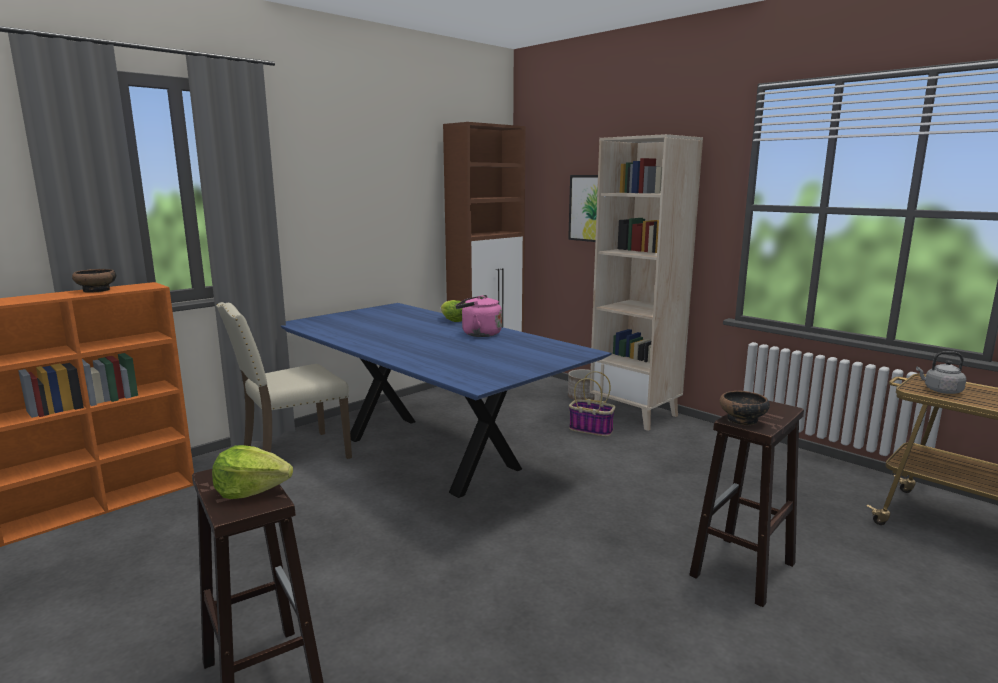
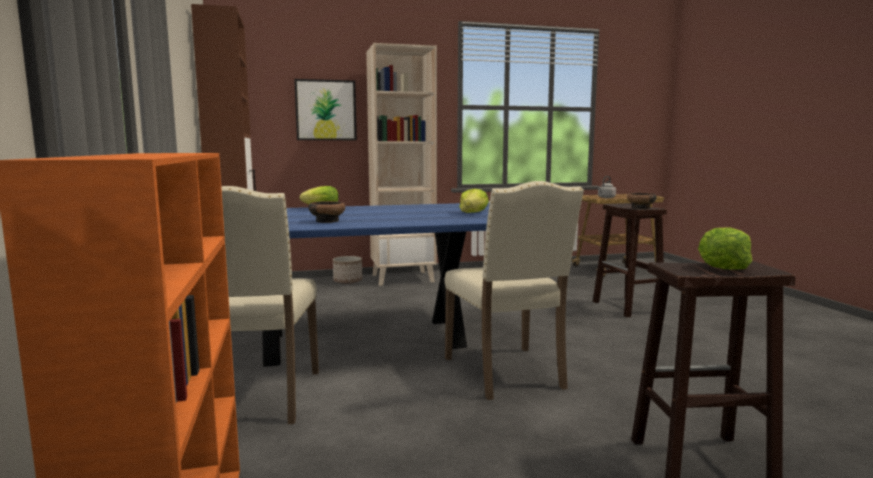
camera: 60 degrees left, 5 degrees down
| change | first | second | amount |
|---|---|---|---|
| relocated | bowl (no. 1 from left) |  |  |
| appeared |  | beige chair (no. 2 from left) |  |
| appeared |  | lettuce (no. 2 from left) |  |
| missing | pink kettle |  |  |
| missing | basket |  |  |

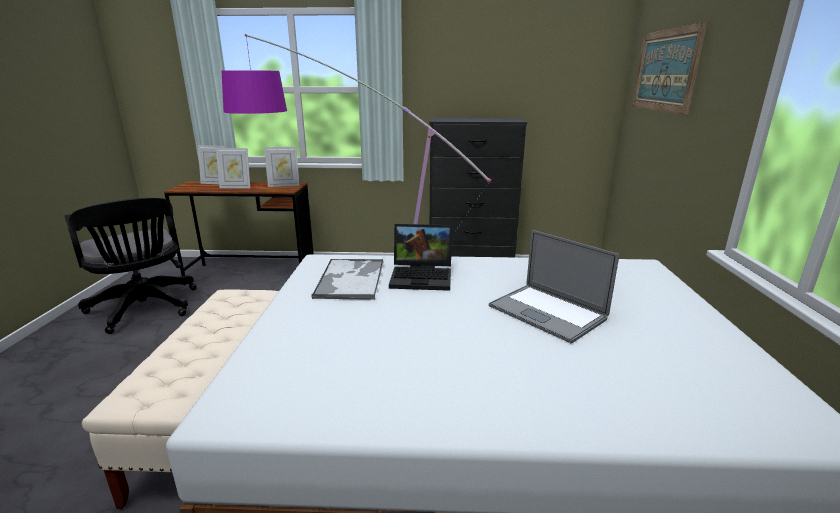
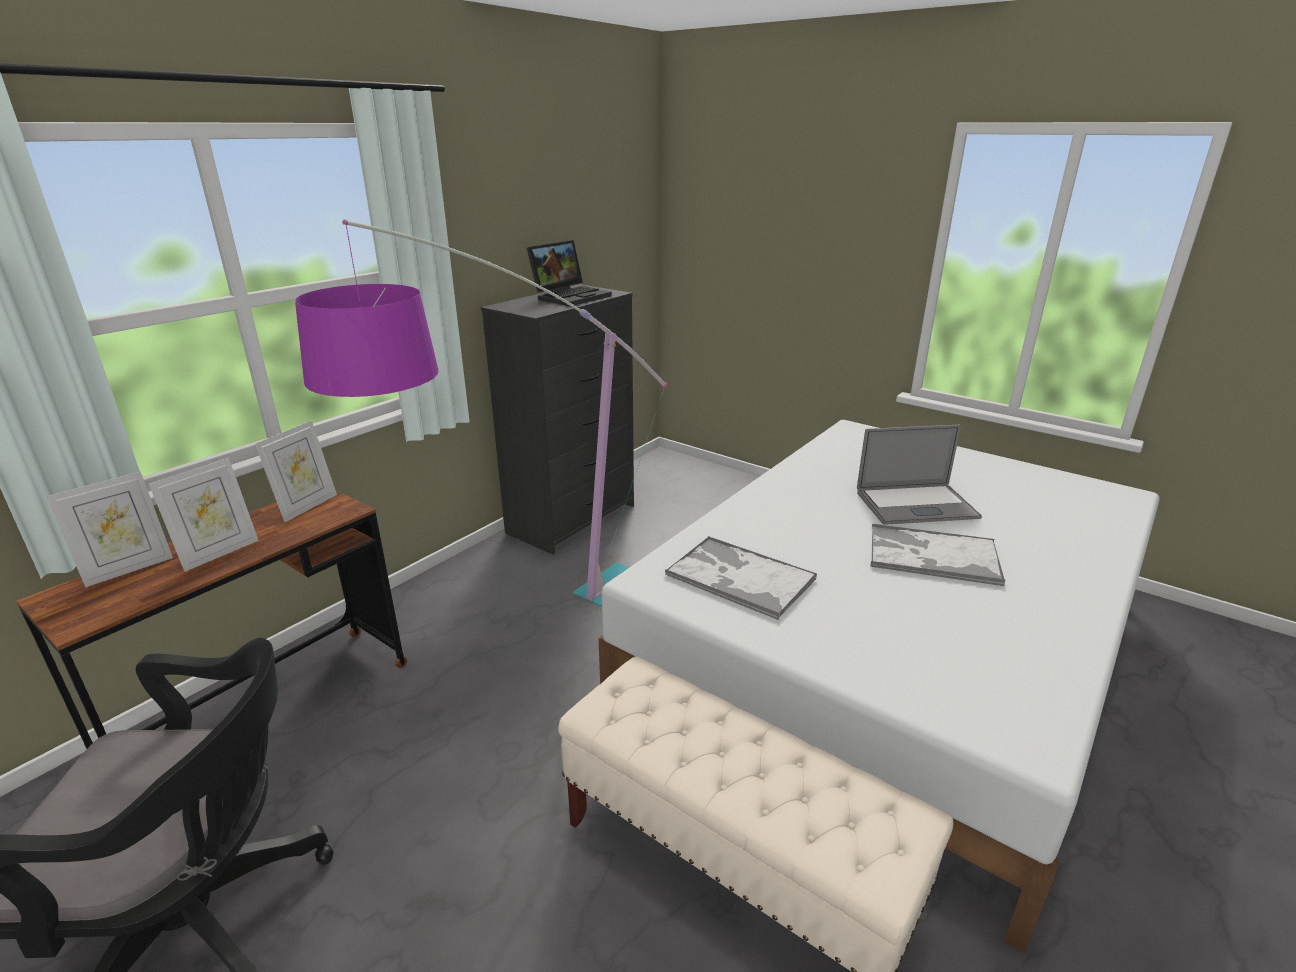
camera: 55 degrees left, 5 degrees up
| change | first | second | amount |
|---|---|---|---|
| relocated | laptop (no. 1 from left) |  |  |
| appeared |  | tray (no. 2 from left) |  |
| missing | picture |  |  |

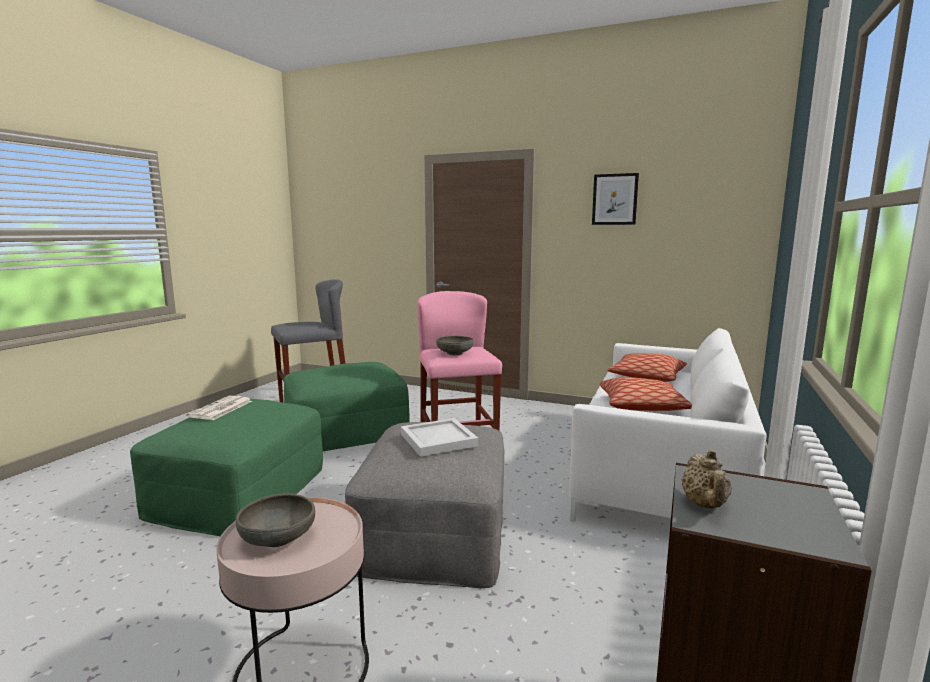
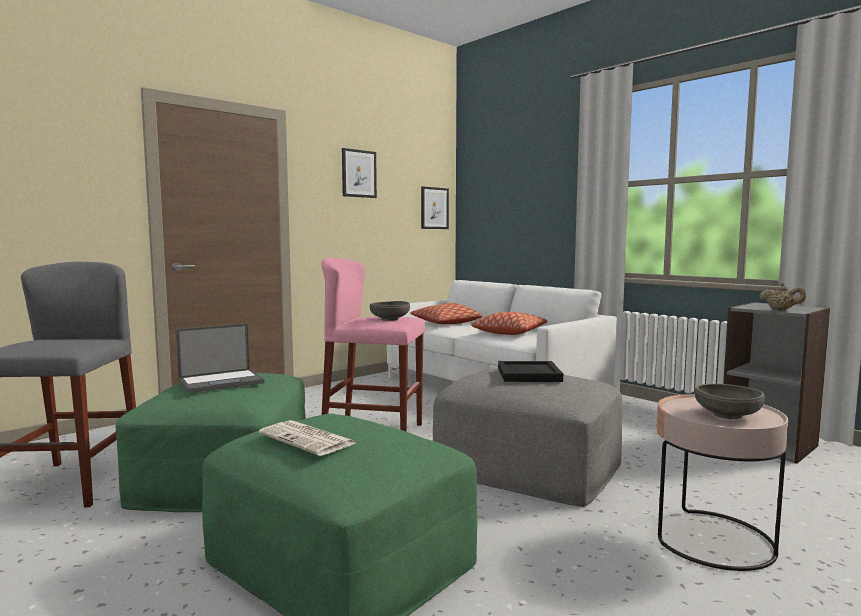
camera: 65 degrees left, 5 degrees down
| change | first | second | amount |
|---|---|---|---|
| appeared |  | laptop |  |
| appeared |  | picture (no. 2 from left) |  |
| colour | white tray | black tray |  |

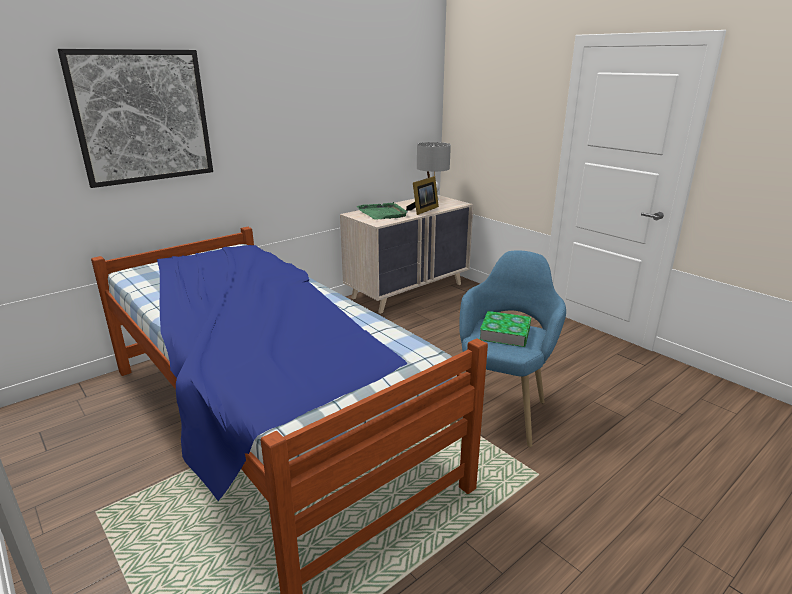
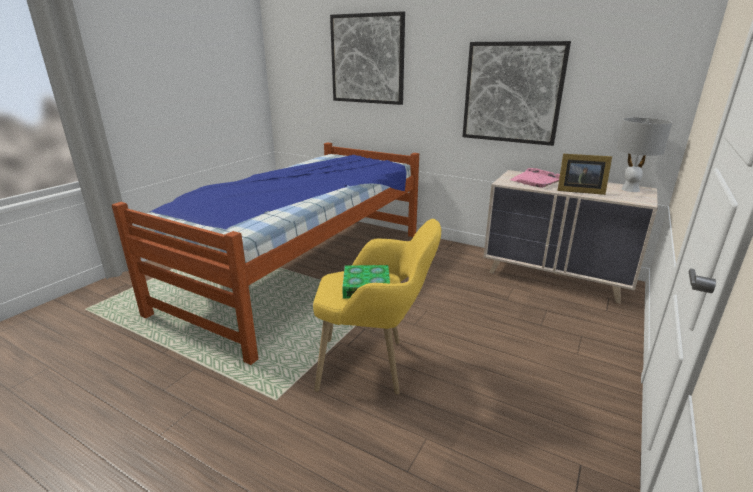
camera: 70 degrees right, 0 degrees up
| change | first | second | amount |
|---|---|---|---|
| colour | blue armchair | yellow armchair |  |
| appeared |  | picture (no. 2 from left) |  |
| colour | green tray | pink tray |  |

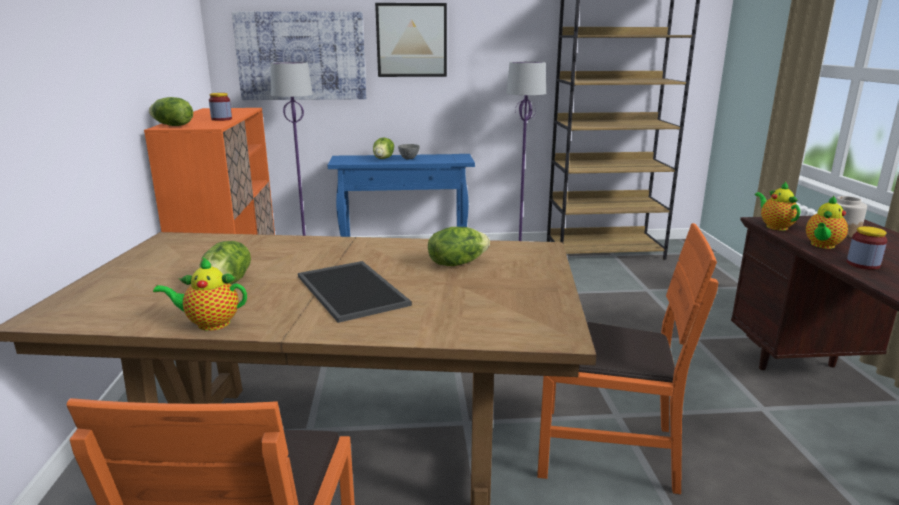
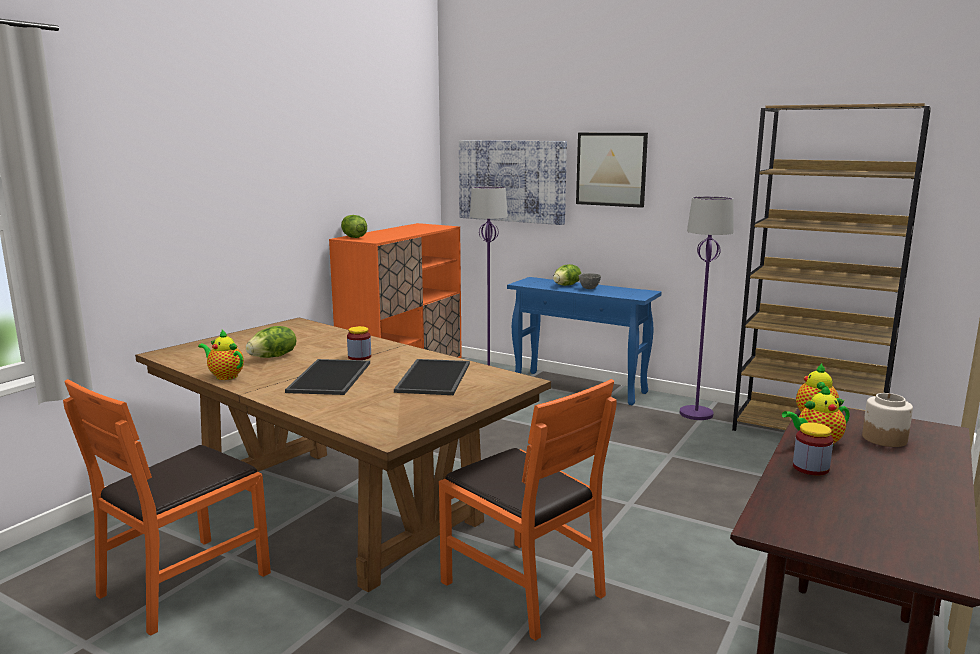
camera: 35 degrees right, 5 degrees down
| change | first | second | amount |
|---|---|---|---|
| relocated | jar (no. 1 from left) |  |  |
| exchanged | lettuce (no. 4 from left) | tray (no. 2 from left) |  |

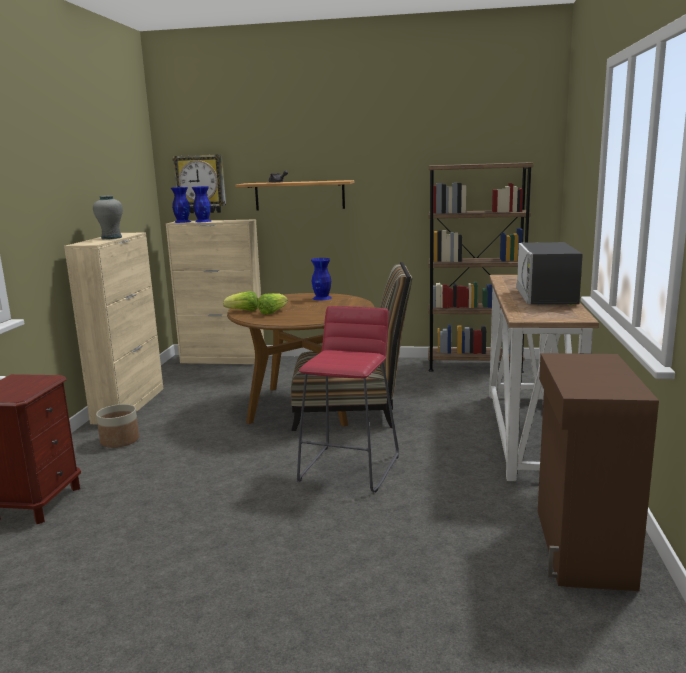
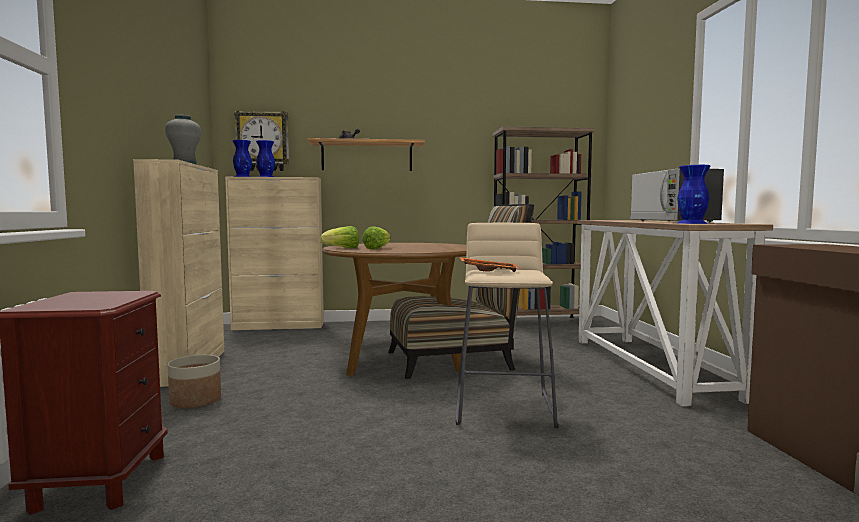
camera: 15 degrees left, 10 degrees down
| change | first | second | amount |
|---|---|---|---|
| colour | red stool | beige stool |  |
| appeared |  | orange tray |  |
| relocated | blue vase (no. 3 from left) |  |  |

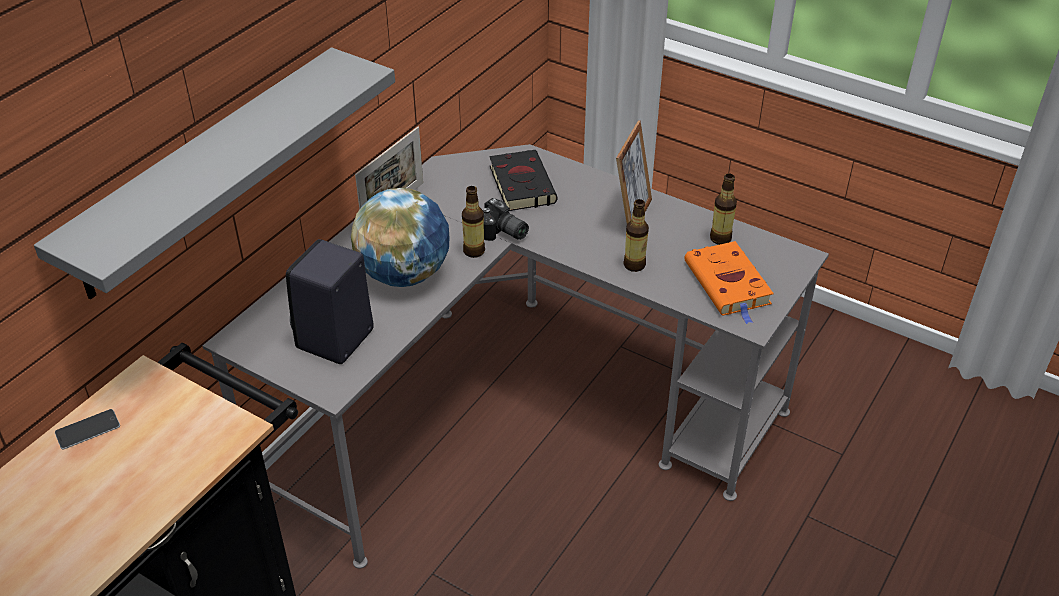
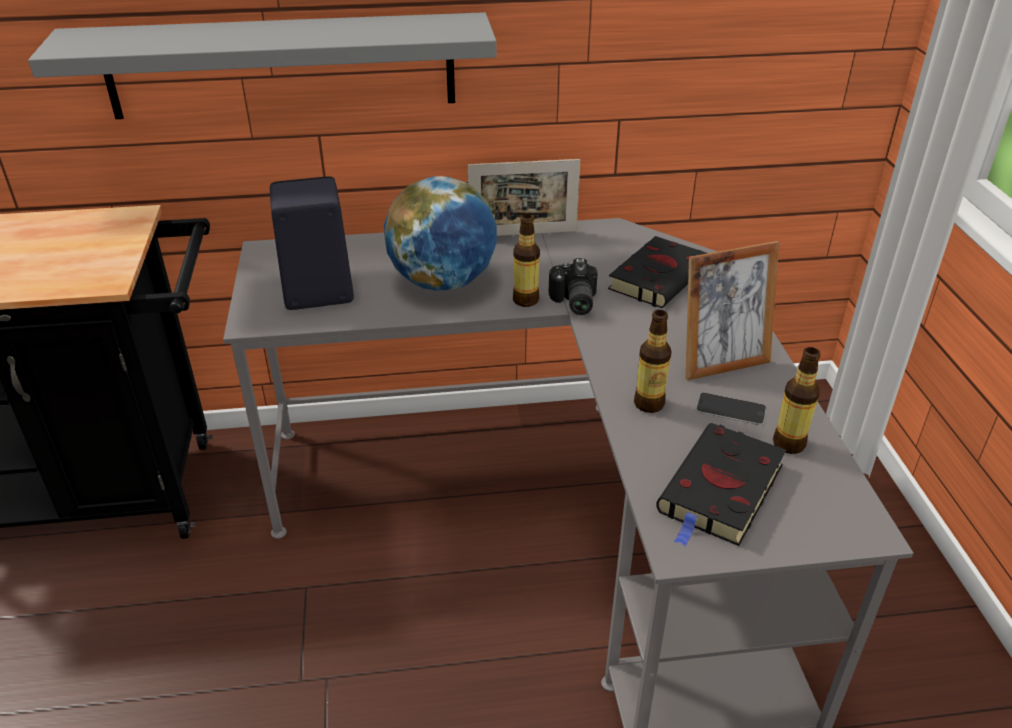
camera: 50 degrees right, 5 degrees down
| change | first | second | amount |
|---|---|---|---|
| colour | orange book | black book (no. 2 from left) |  |
| relocated | phone |  |  |

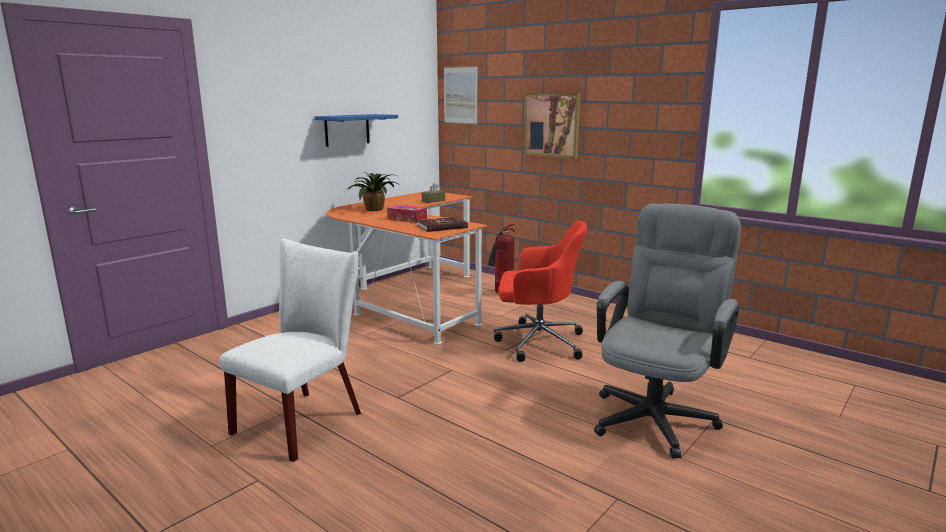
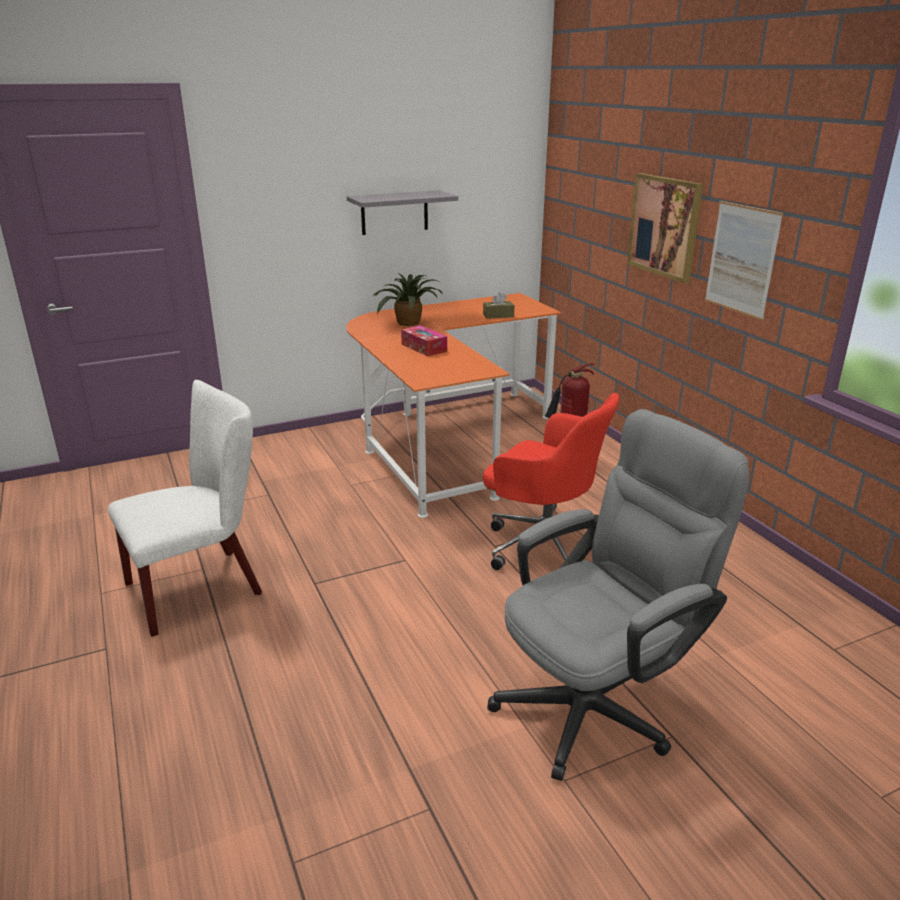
camera: 25 degrees right, 10 degrees up
| change | first | second | amount |
|---|---|---|---|
| colour | blue shelf | grey shelf |  |
| relocated | picture (no. 1 from left in the first image) | picture (no. 2 from left) |  |
| missing | red book |  |  |

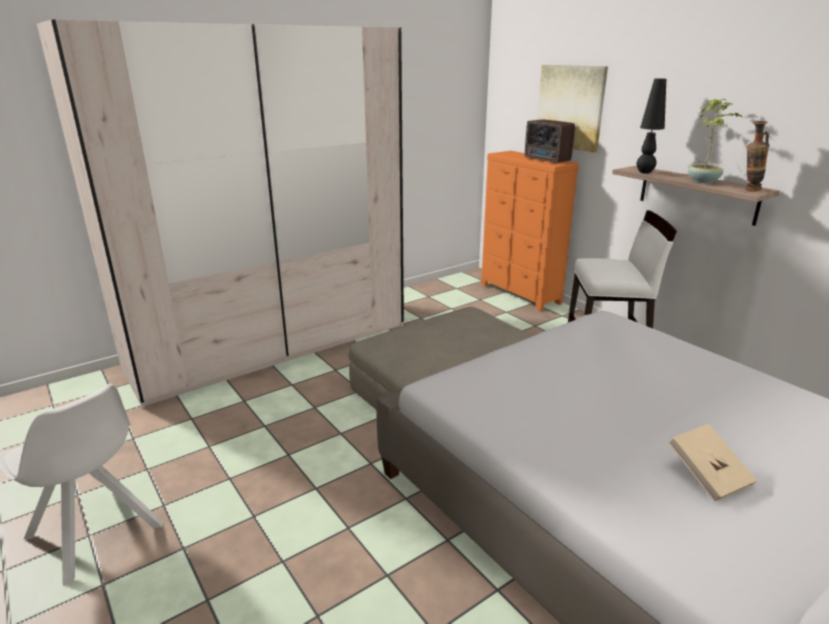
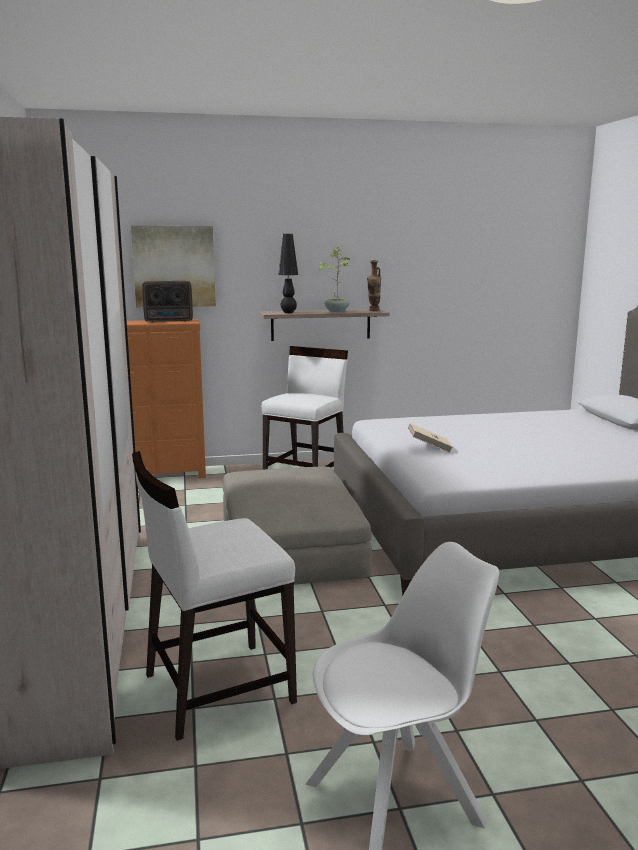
camera: 65 degrees left, 10 degrees down
| change | first | second | amount |
|---|---|---|---|
| appeared |  | white chair (no. 1 from left) |  |
| relocated | beige book |  |  |

